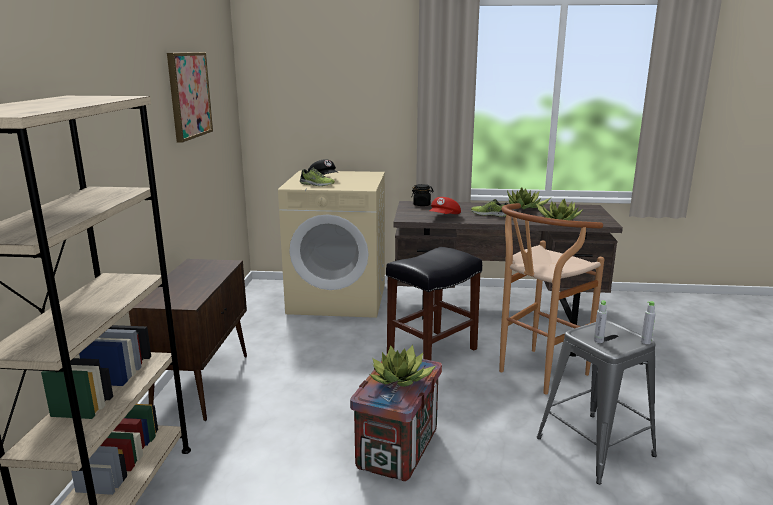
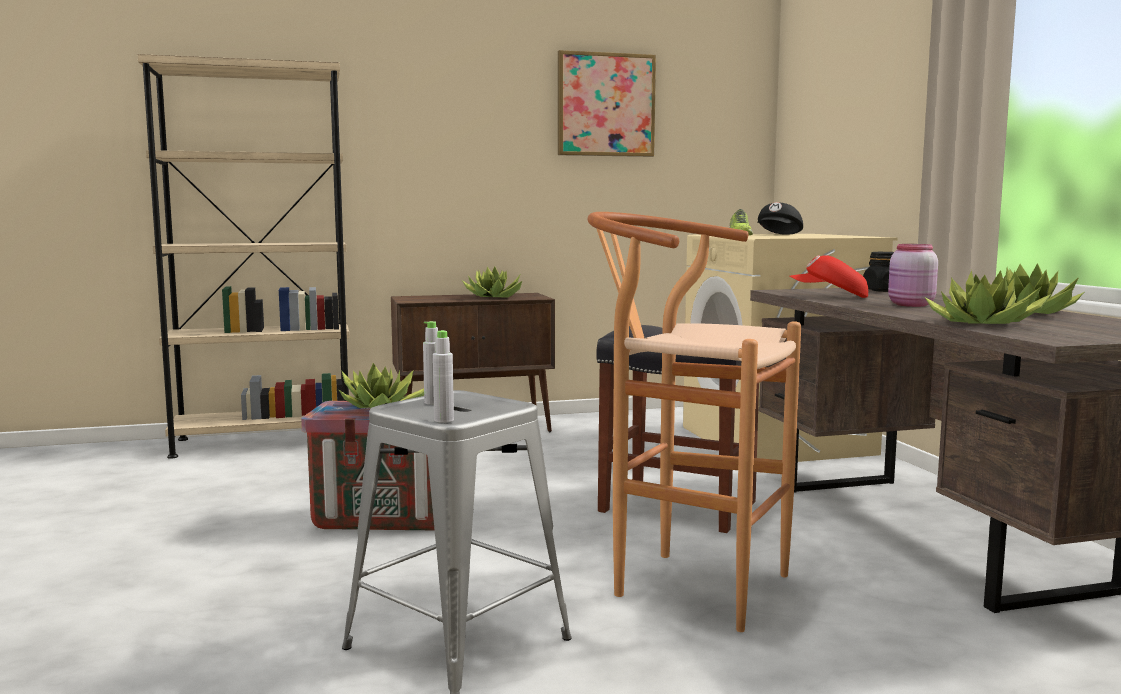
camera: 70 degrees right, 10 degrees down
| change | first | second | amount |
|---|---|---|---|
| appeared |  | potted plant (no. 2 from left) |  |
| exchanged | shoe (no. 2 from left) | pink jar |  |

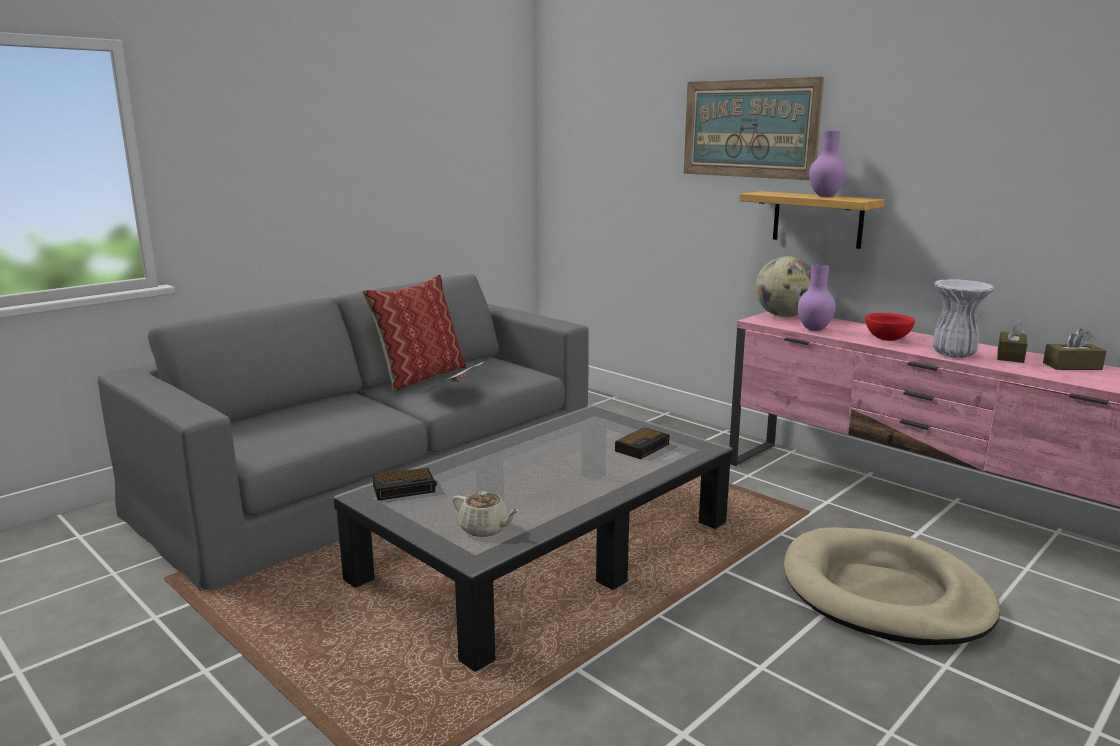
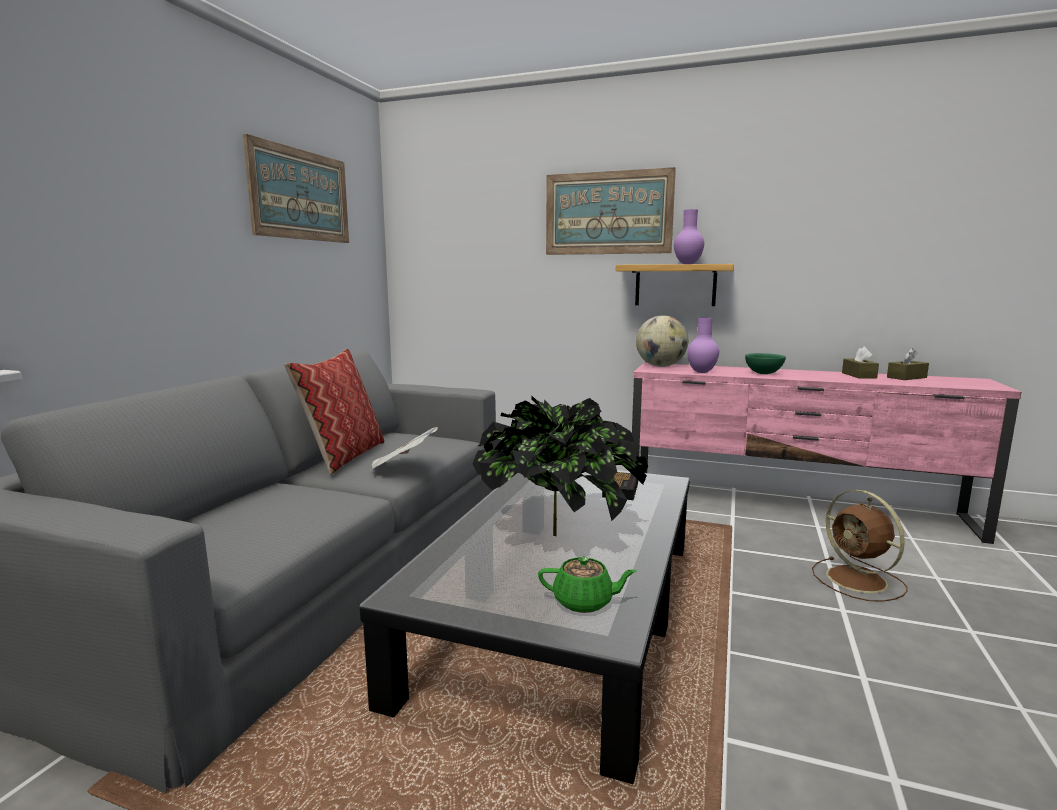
camera: 25 degrees left, 5 degrees down
| change | first | second | amount |
|---|---|---|---|
| appeared |  | picture (no. 1 from left) |  |
| appeared |  | potted plant |  |
| colour | beige teapot | green teapot |  |
| colour | red bowl | green bowl |  |
| exchanged | beige dog bed | brown fan |  |
| missing | alarm clock (no. 1 from left) |  |  |
| missing | white vase |  |  |

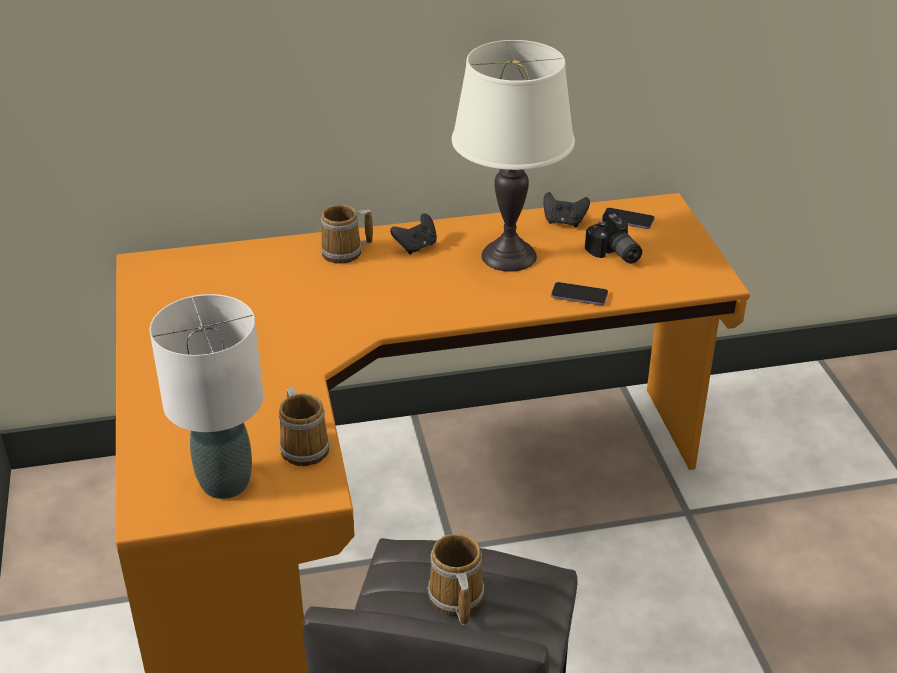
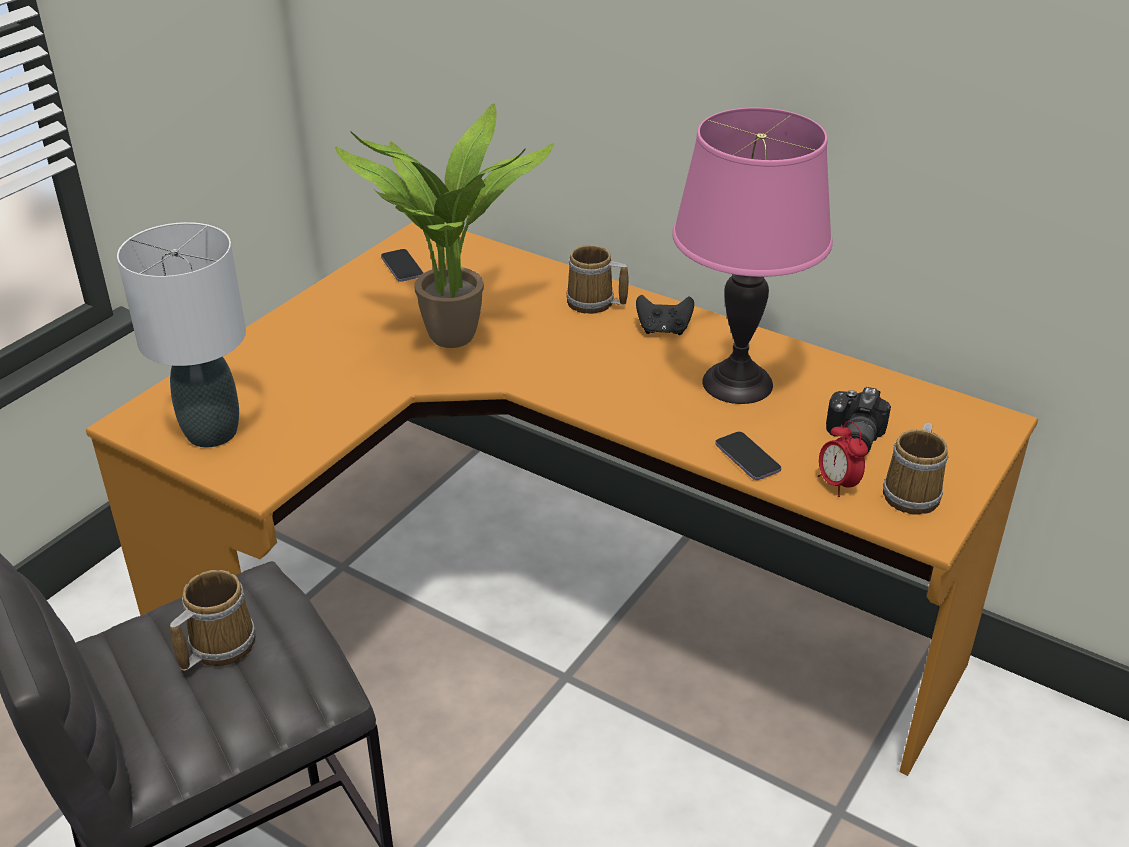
camera: 45 degrees right, 0 degrees up
| change | first | second | amount |
|---|---|---|---|
| appeared |  | potted plant |  |
| relocated | phone (no. 2 from left in the first image) | phone (no. 1 from left) |  |
| colour | white table lamp (no. 2 from left) | pink table lamp |  |
| appeared |  | alarm clock |  |
| relocated | mug (no. 1 from left in the first image) | mug (no. 3 from left) |  |
| missing | black game controller (no. 2 from left) |  |  |

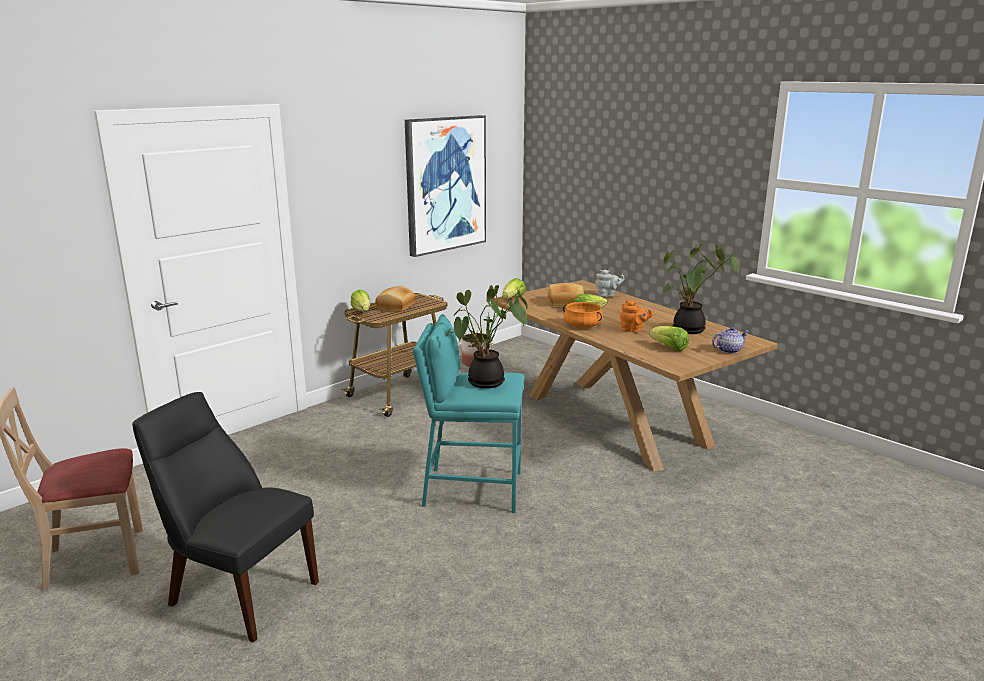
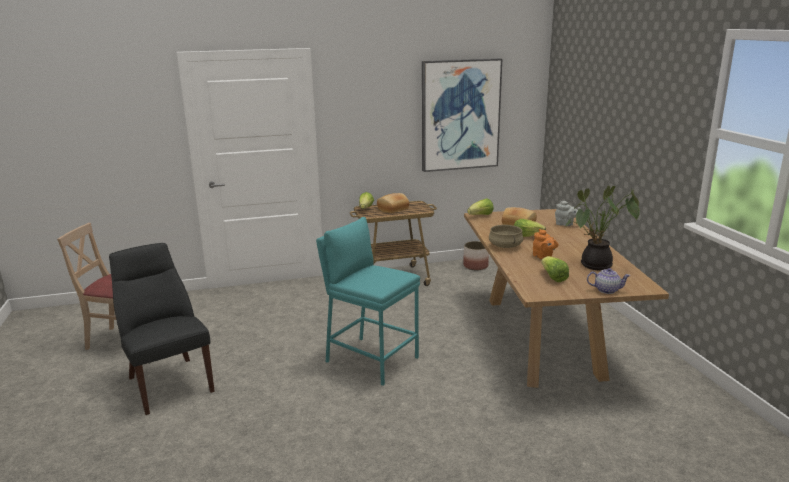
camera: 30 degrees right, 0 degrees up
| change | first | second | amount |
|---|---|---|---|
| colour | orange cooking pot | beige cooking pot |  |
| missing | potted plant (no. 1 from left) |  |  |

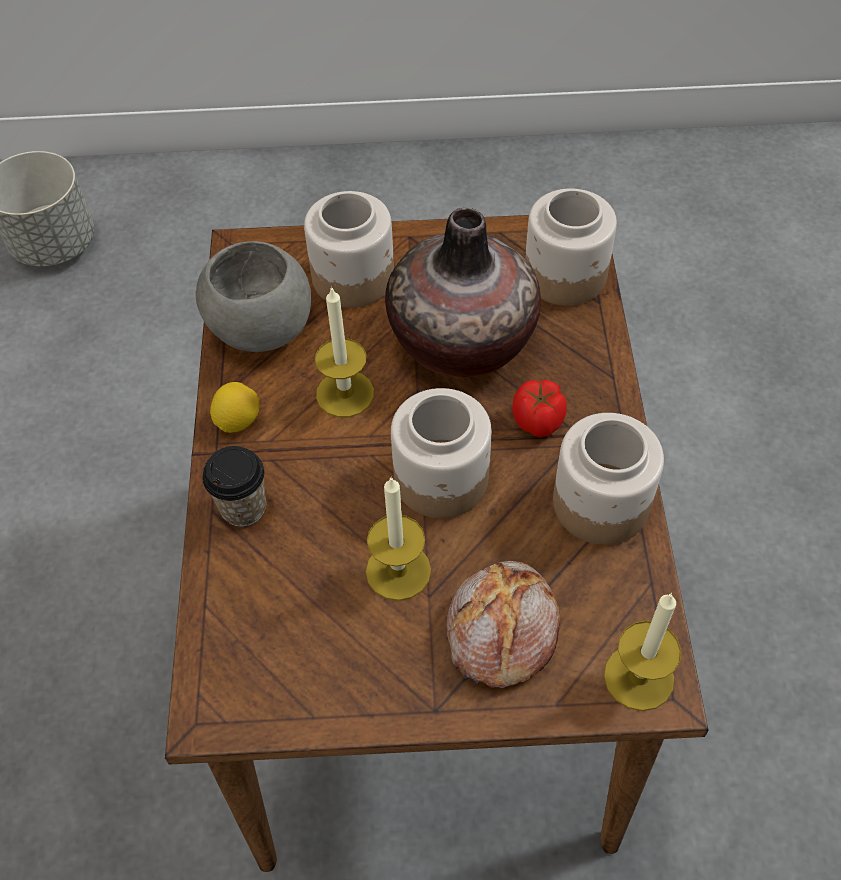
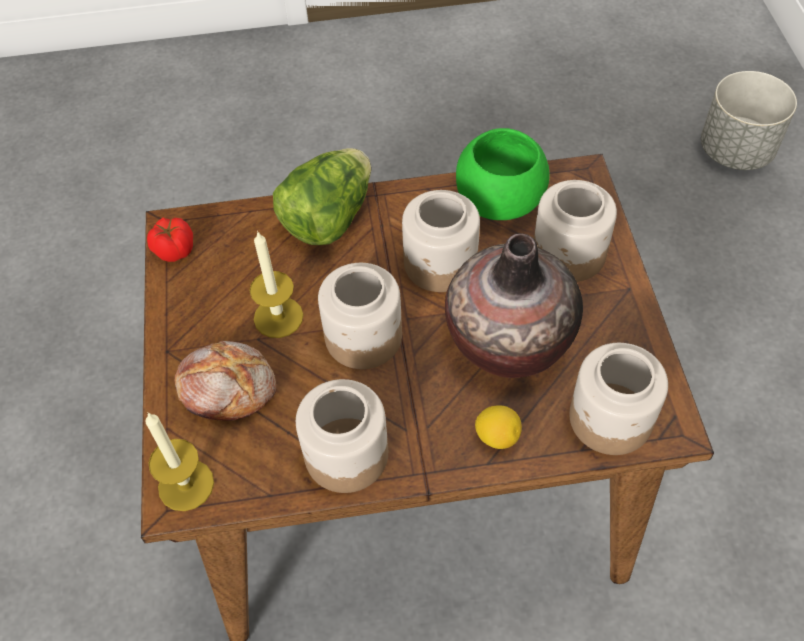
camera: 85 degrees right, 0 degrees up
| change | first | second | amount |
|---|---|---|---|
| relocated | tomato |  |  |
| exchanged | cup | lettuce |  |
| exchanged | candle (no. 1 from left) | jar (no. 3 from left) |  |
| colour | grey bowl | green bowl |  |
| relocated | lemon |  |  |

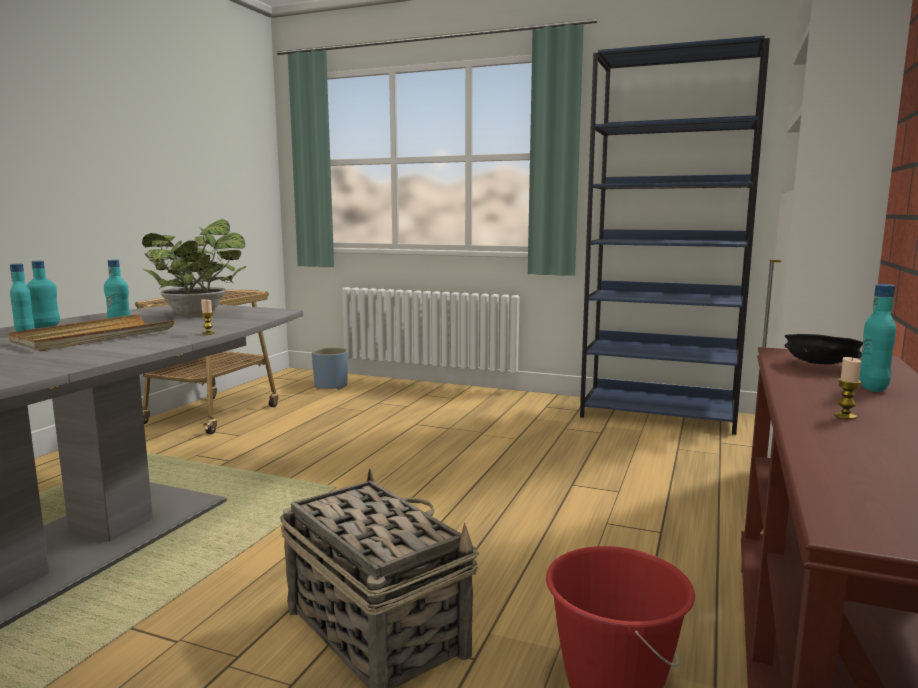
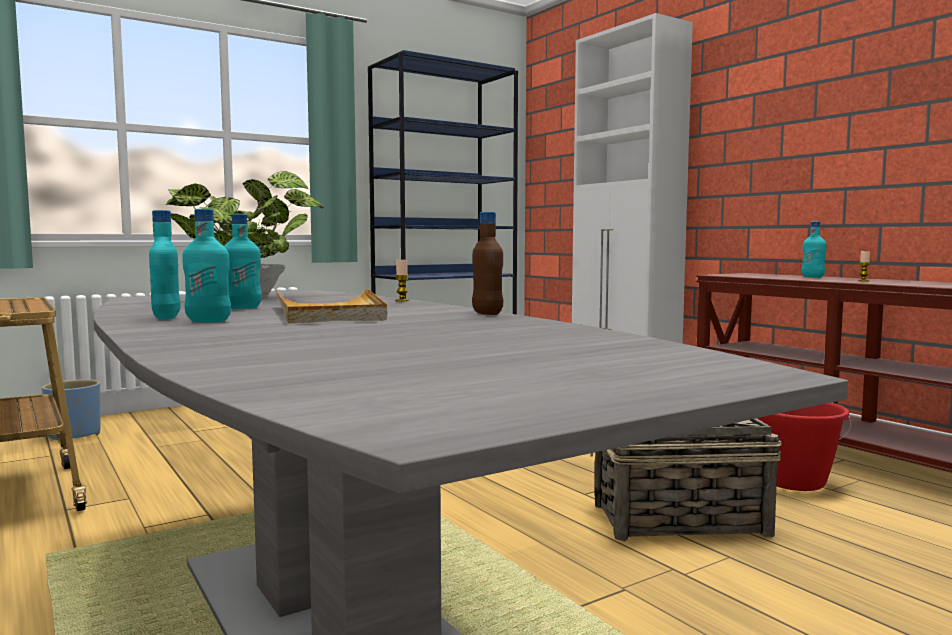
camera: 55 degrees left, 5 degrees down
| change | first | second | amount |
|---|---|---|---|
| appeared |  | brown bottle |  |
| missing | black bowl |  |  |

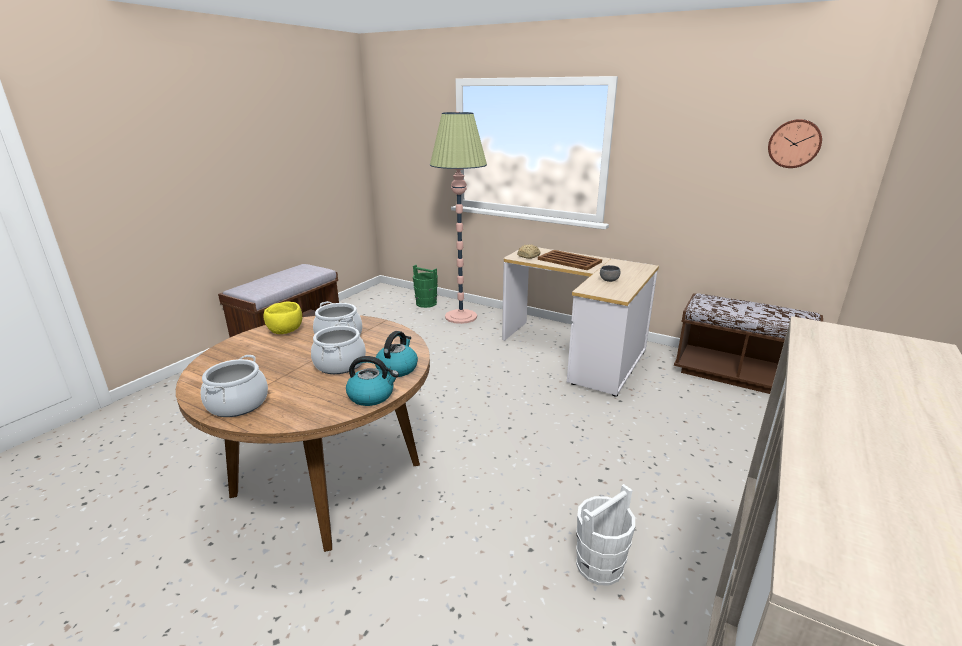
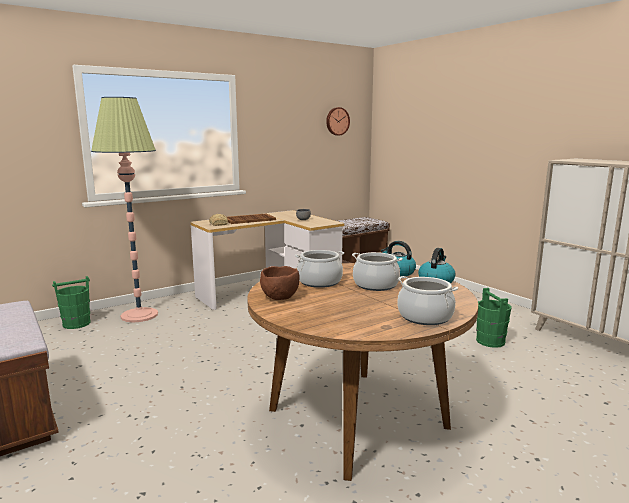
camera: 65 degrees left, 10 degrees down
| change | first | second | amount |
|---|---|---|---|
| colour | yellow bowl | brown bowl |  |
| colour | white bucket | green bucket (no. 2 from left) |  |

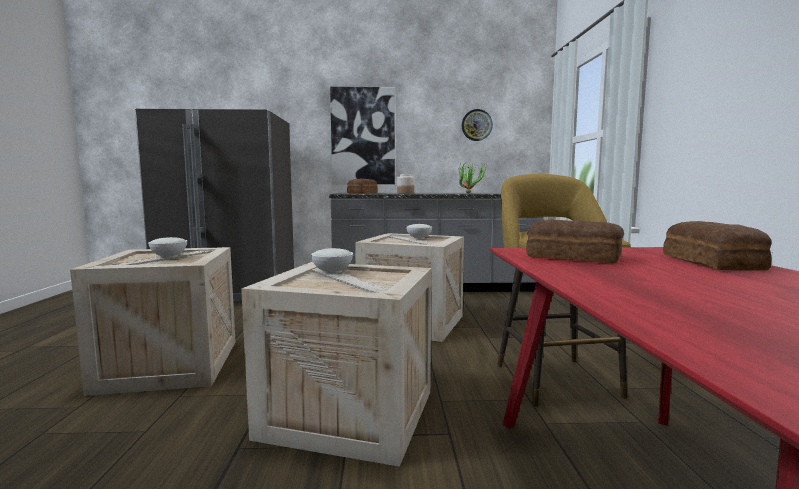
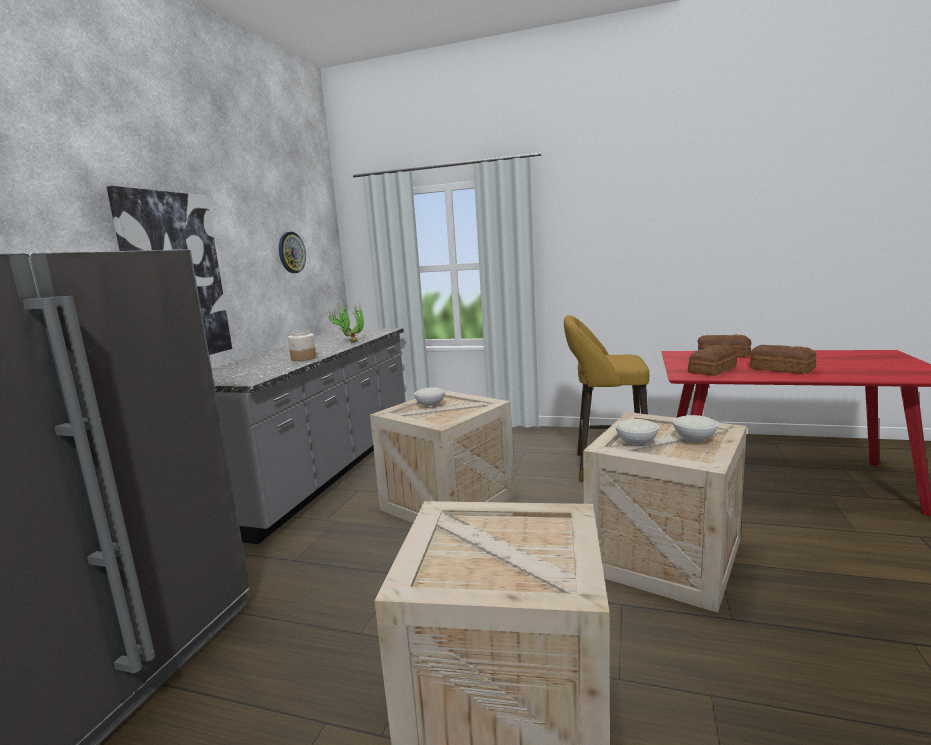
camera: 70 degrees left, 5 degrees up
| change | first | second | amount |
|---|---|---|---|
| relocated | white bowl (no. 1 from left in the first image) | white bowl (no. 3 from left) |  |
| relocated | bread (no. 1 from left in the first image) | bread (no. 3 from left) |  |

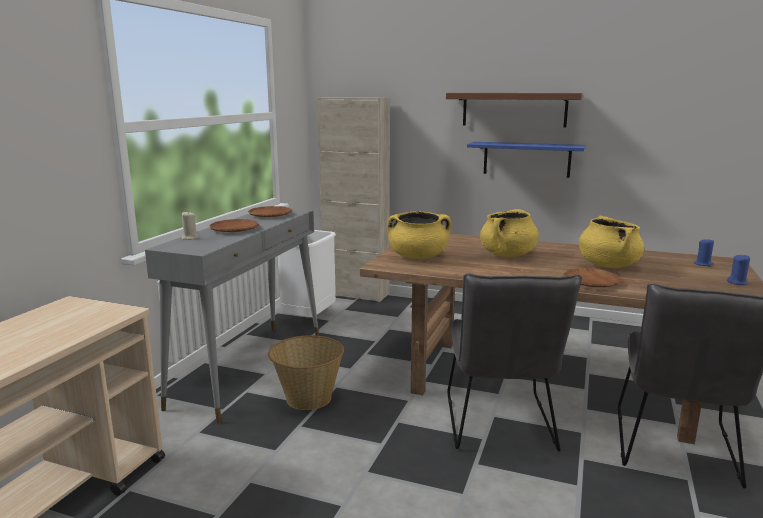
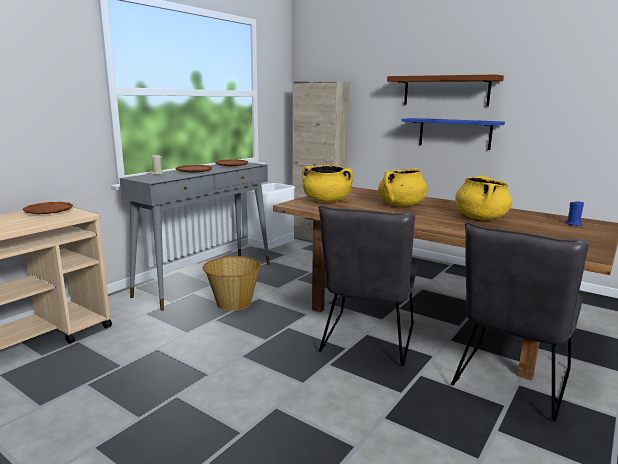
camera: 15 degrees right, 0 degrees up
| change | first | second | amount |
|---|---|---|---|
| relocated | brown plate (no. 3 from left in the first image) | brown plate (no. 1 from left) |  |
| missing | blue candle (no. 2 from left) |  |  |

